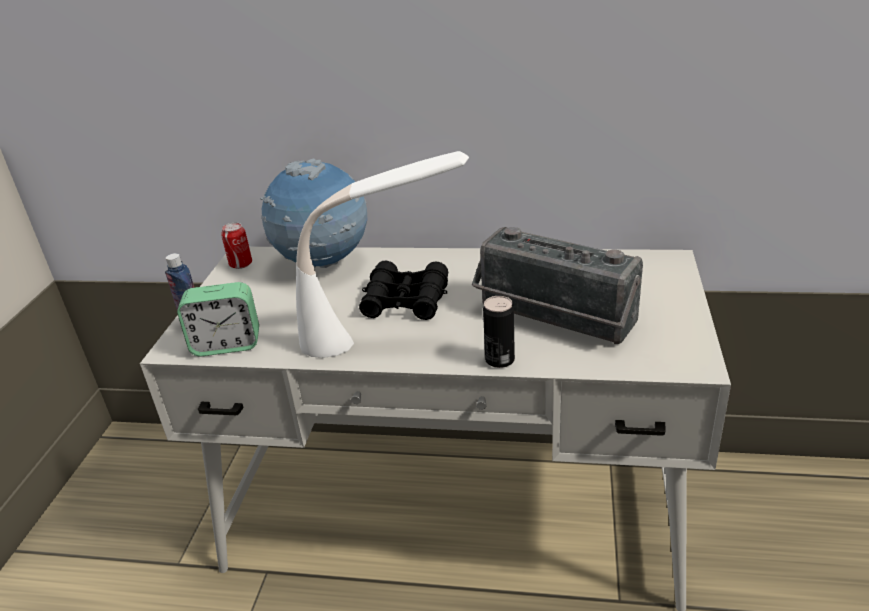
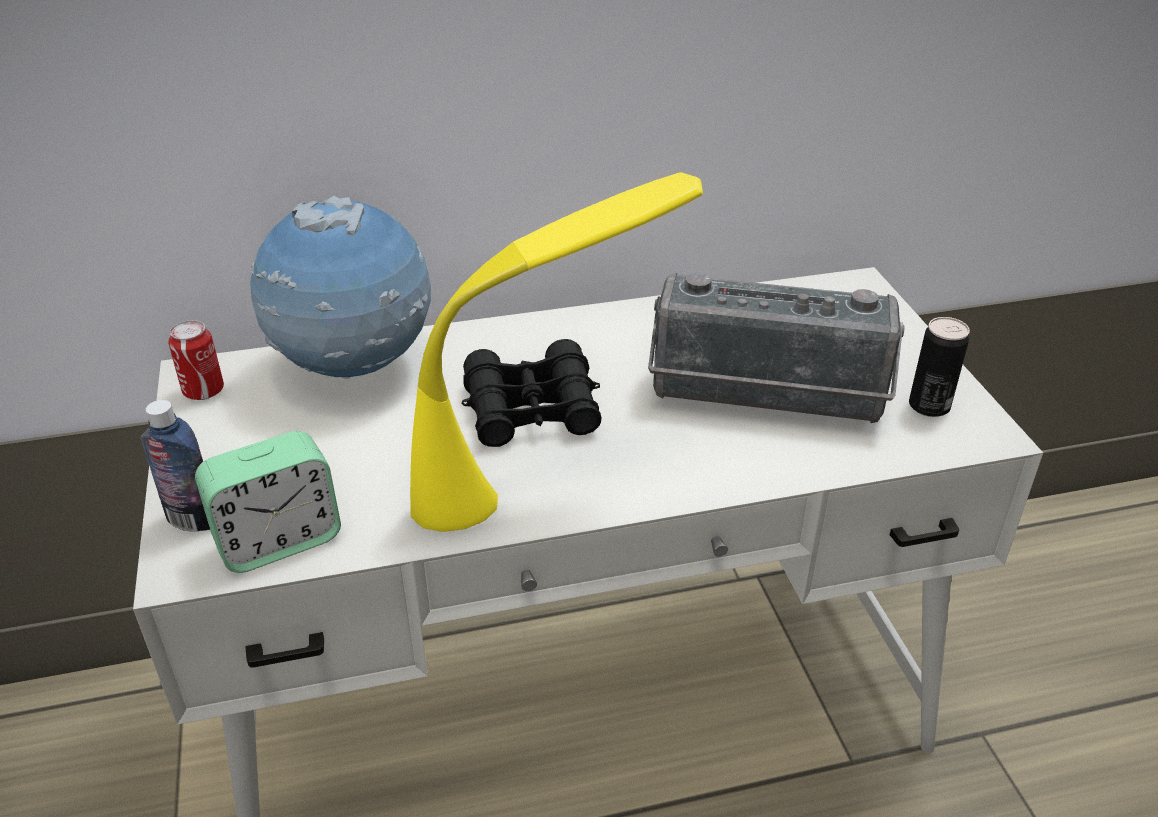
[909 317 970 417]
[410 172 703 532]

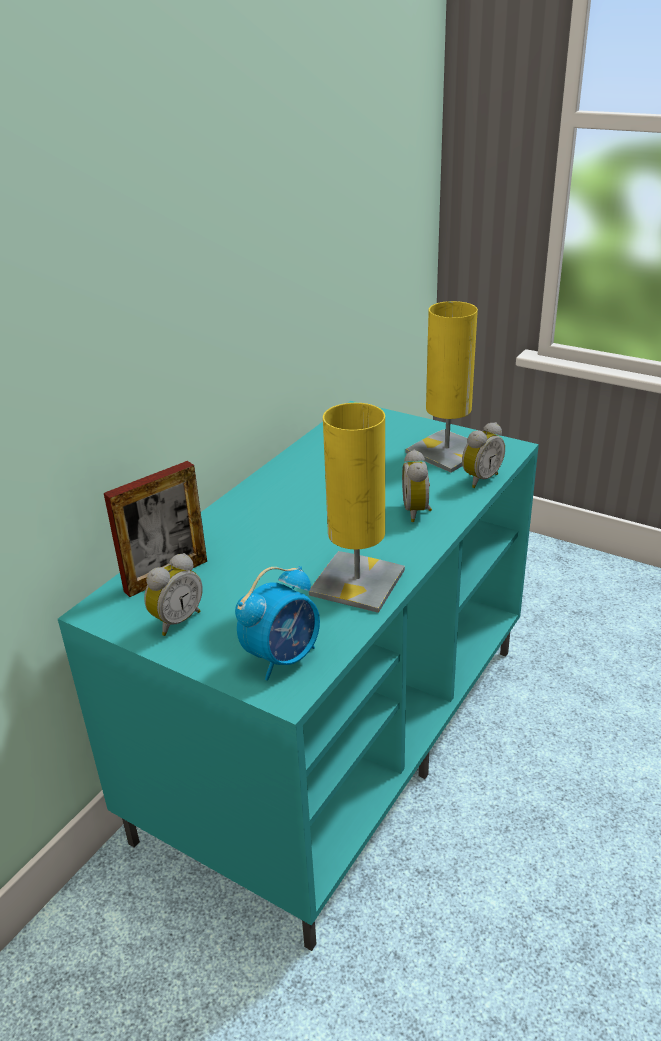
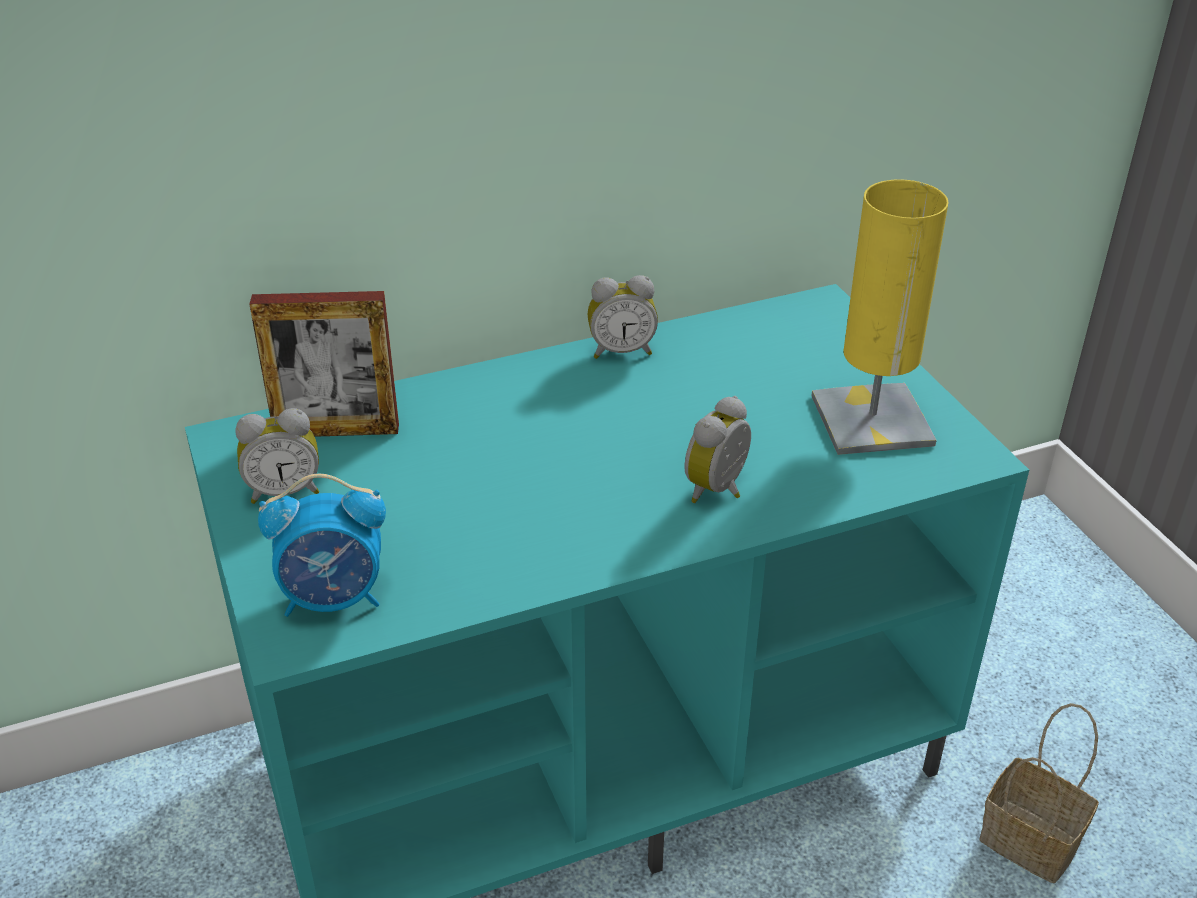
[309 403 405 613] (first image)
[979 703 1099 883]
[588 275 658 359]

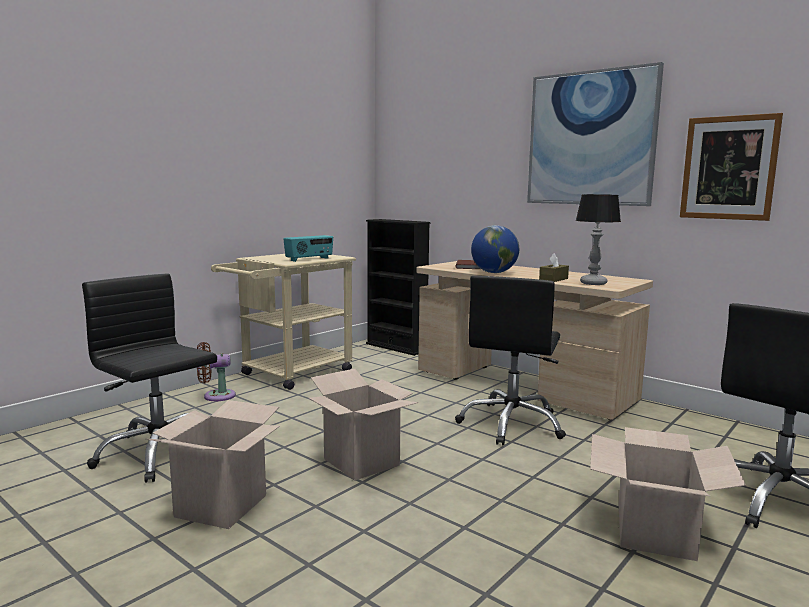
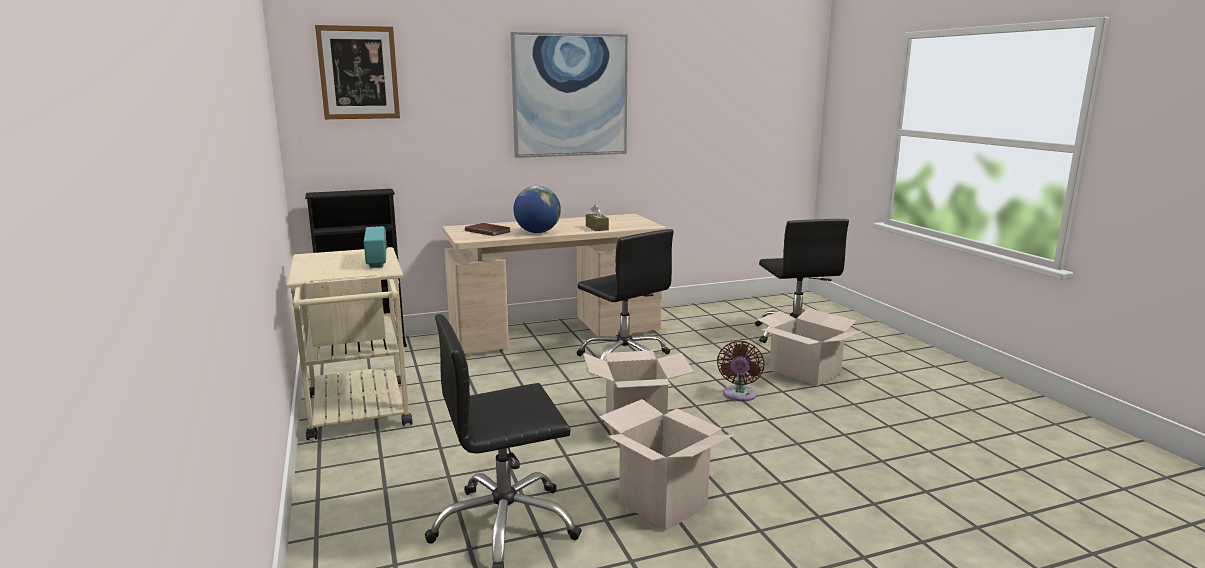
[576 194 621 285] (first image)
[717 341 764 401]
[315 25 400 119]

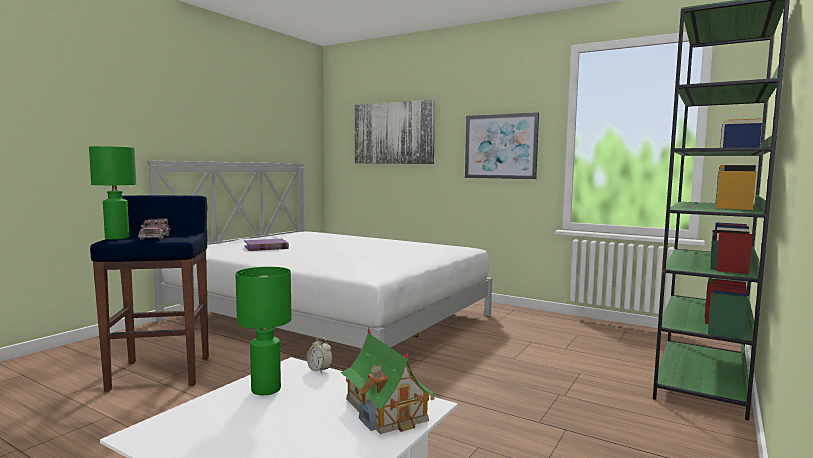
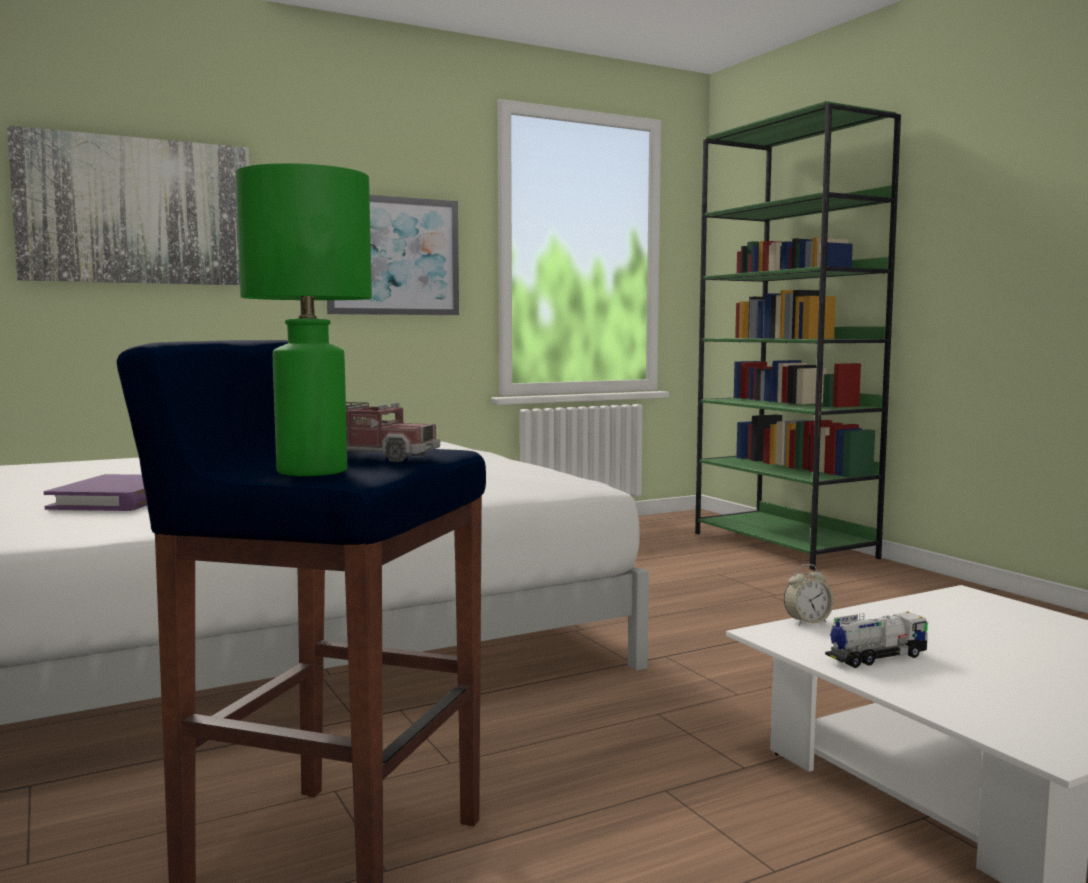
[341 328 436 434] (first image)
[825 611 928 668]

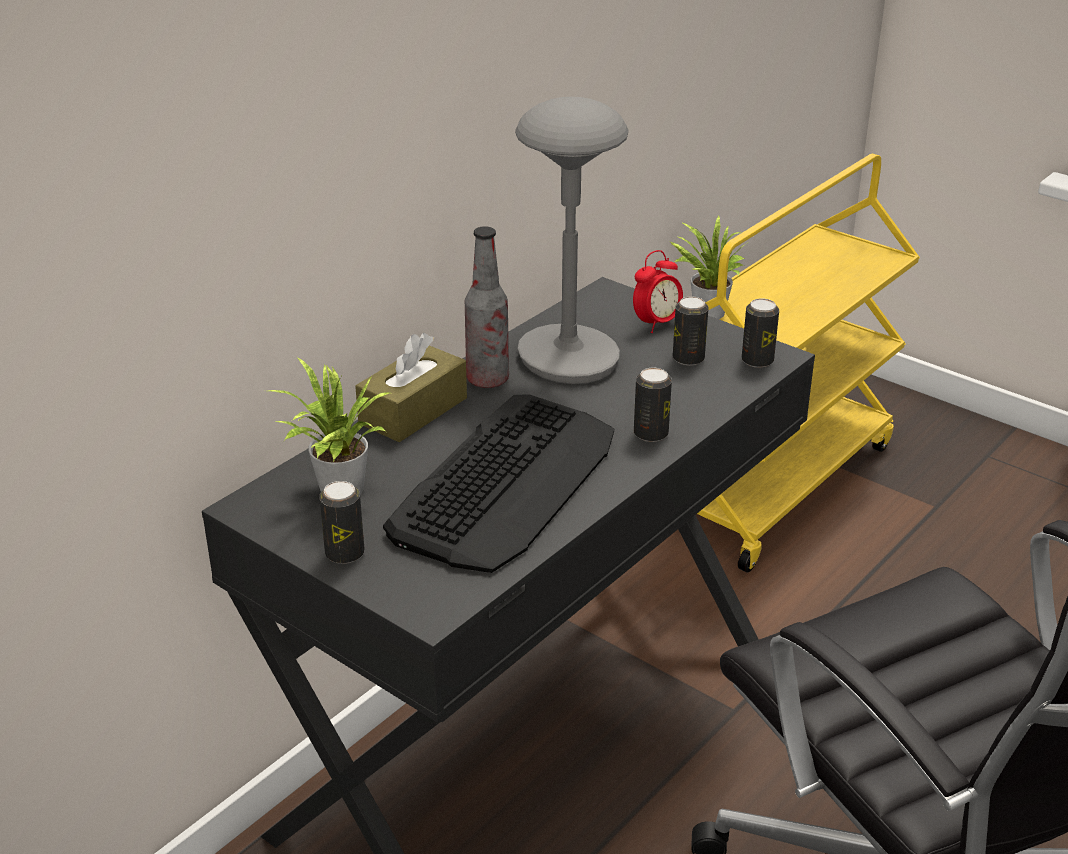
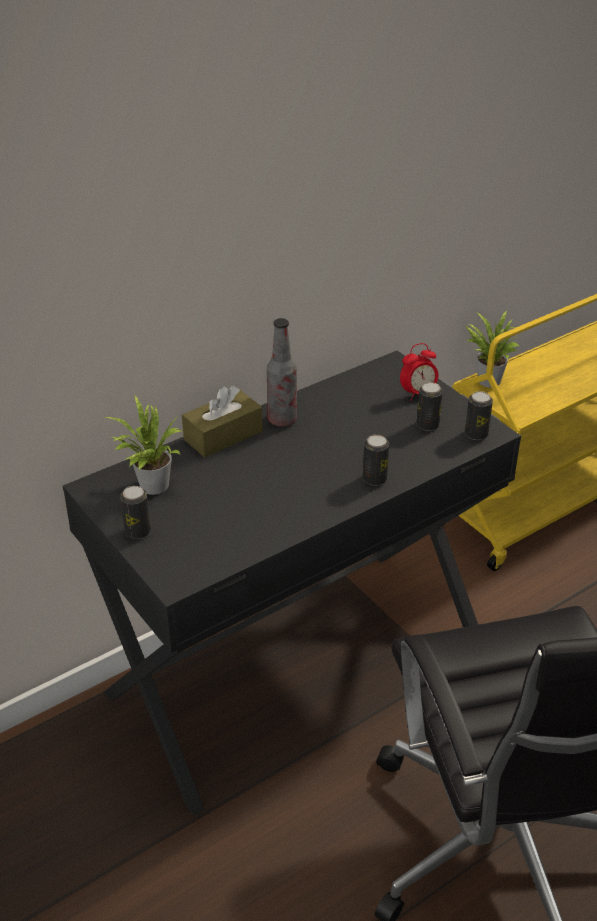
[383 394 614 573] (first image)
[515 97 629 384] (first image)

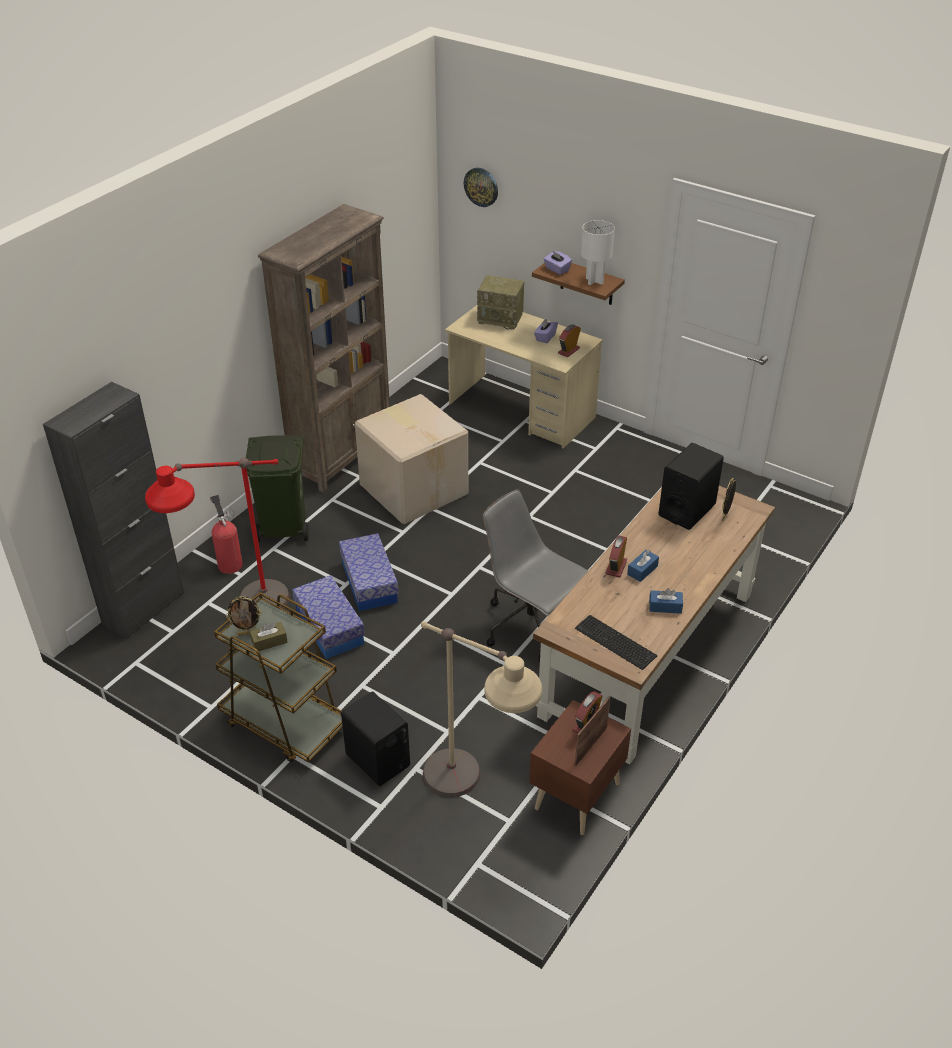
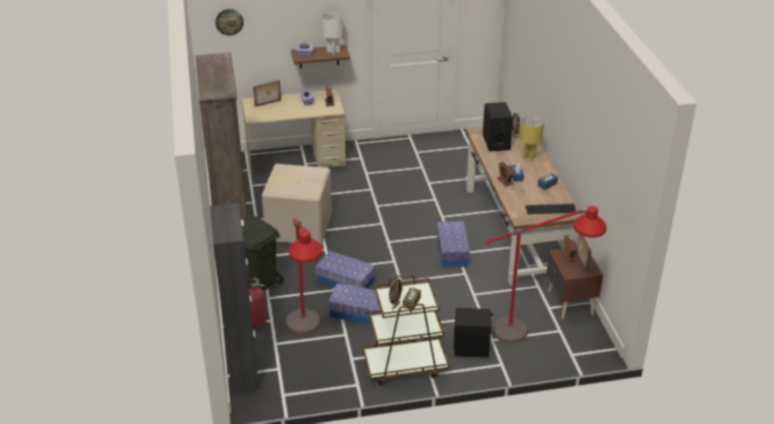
[520 115 544 160]
[253 80 281 107]
[437 221 470 267]
[486 206 607 343]

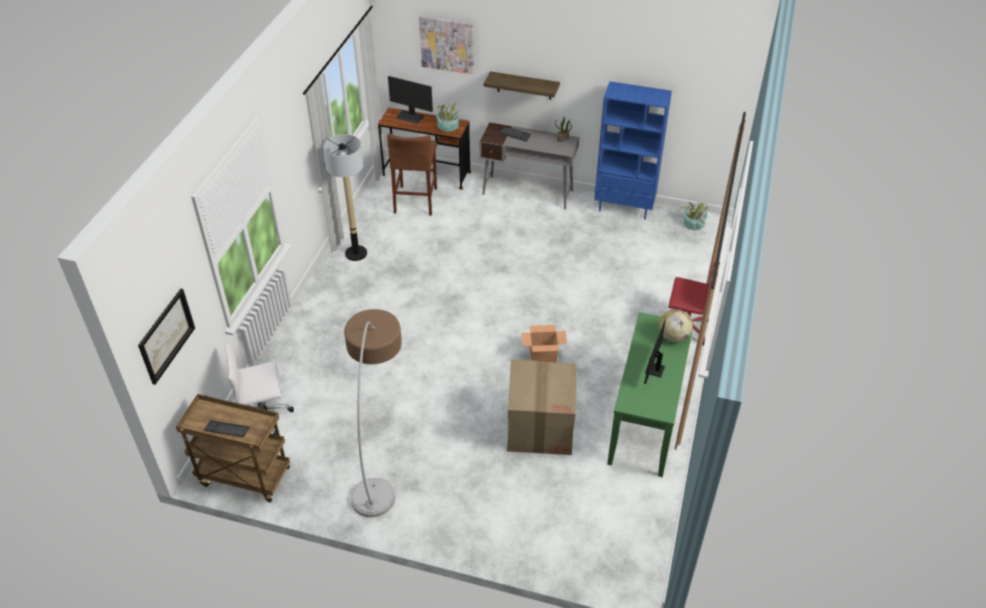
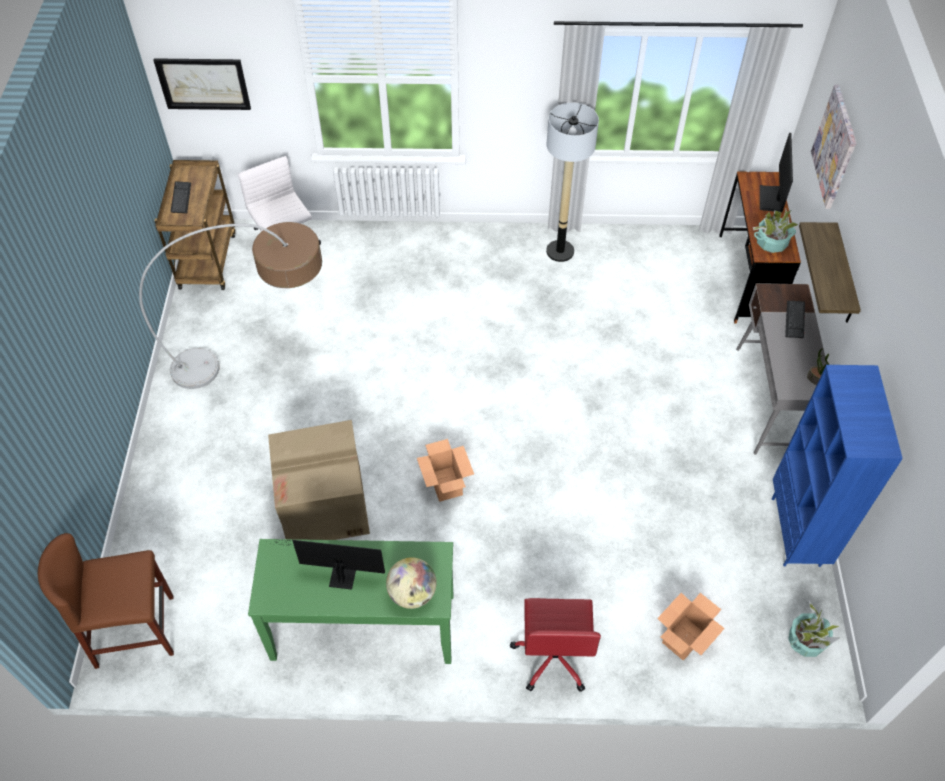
[657 593 725 661]
[38 533 174 669]

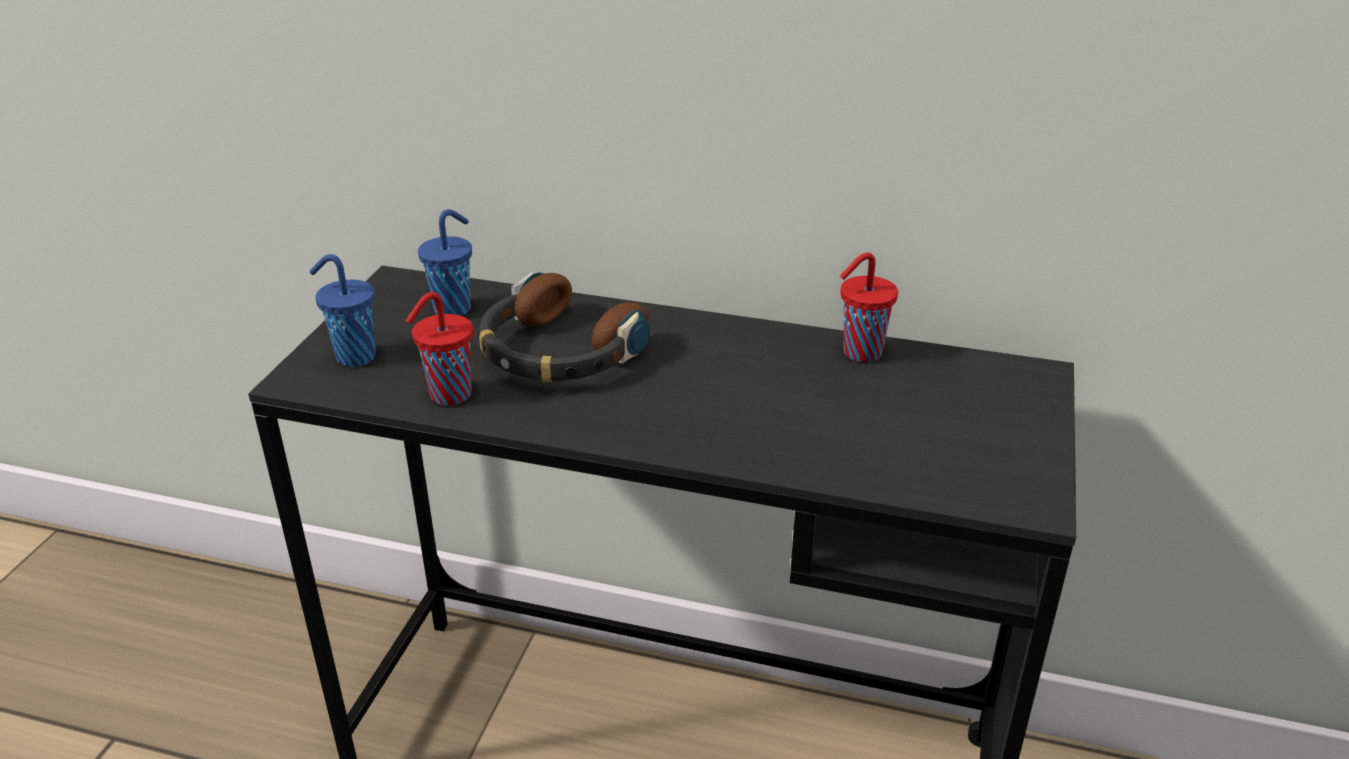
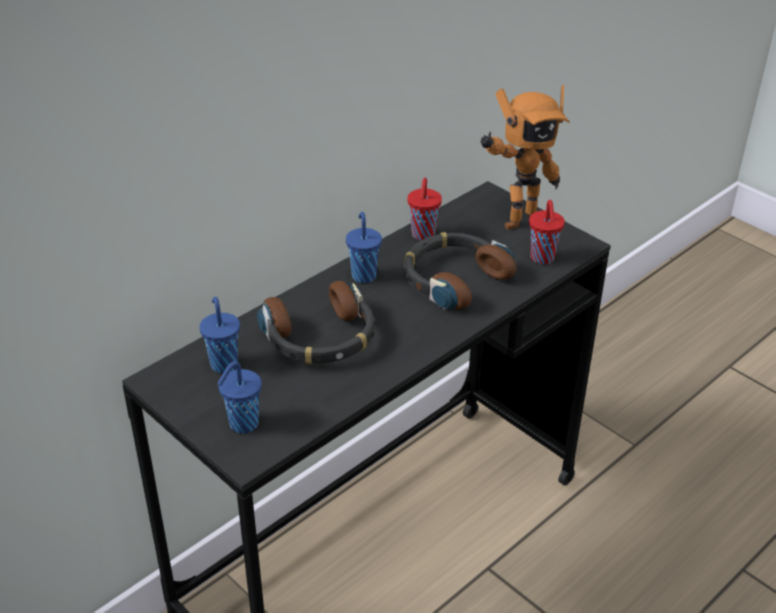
[346 212 382 283]
[404 232 517 310]
[480 85 570 230]
[529 200 565 265]

